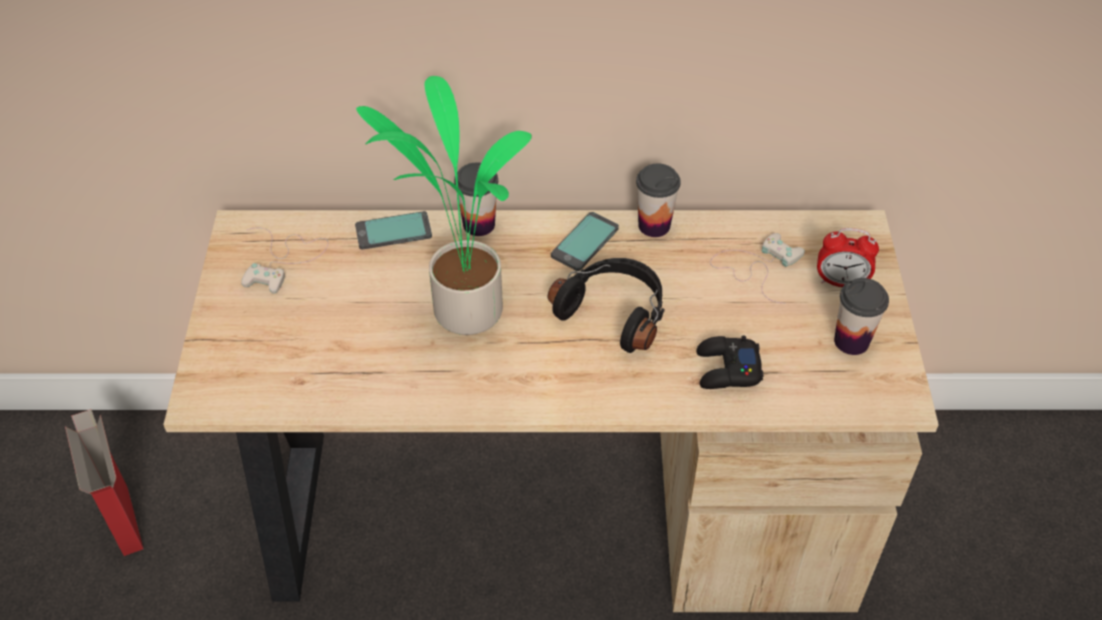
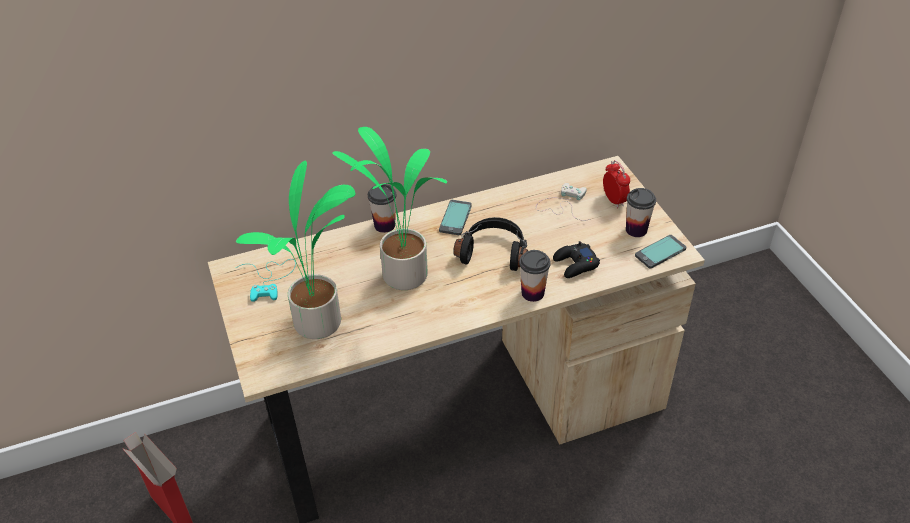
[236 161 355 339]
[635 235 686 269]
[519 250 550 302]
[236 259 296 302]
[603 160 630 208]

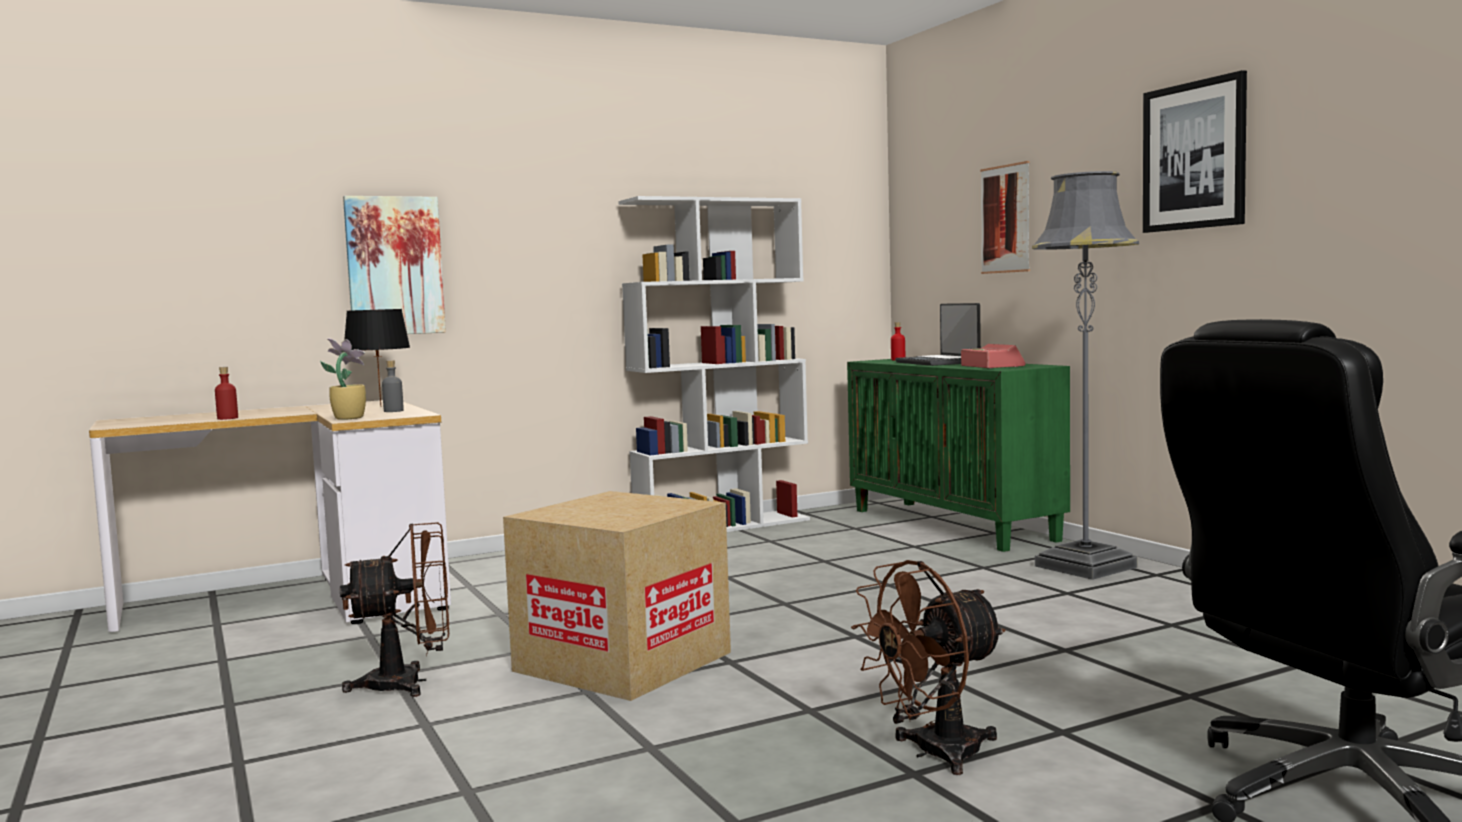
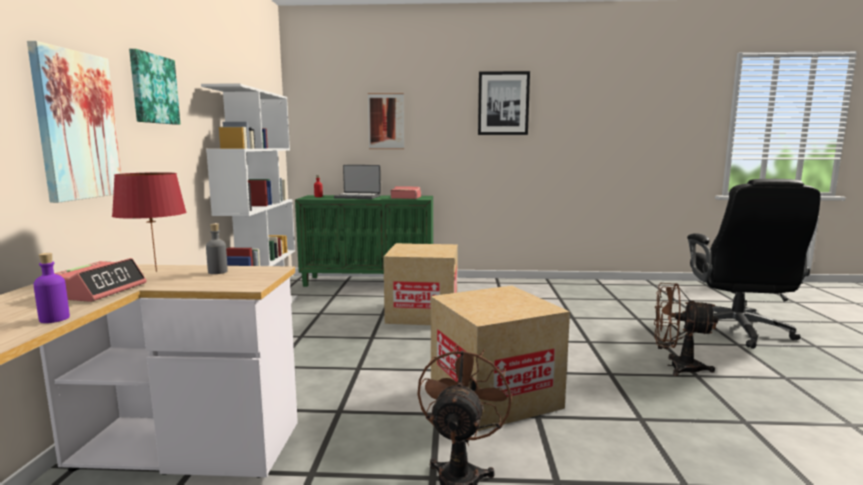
[320 338 366 420] (first image)
[1032 171 1139 580] (first image)
[54 258 147 302]
[129 49 180 125]
[383 243 458 325]
[33 253 70 323]
[112 172 186 272]
[654 283 718 376]

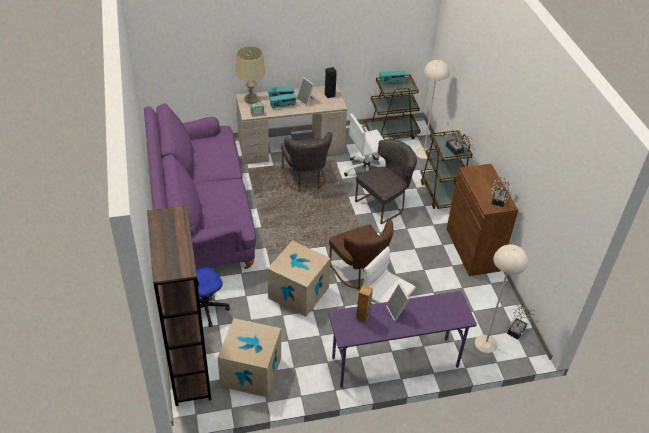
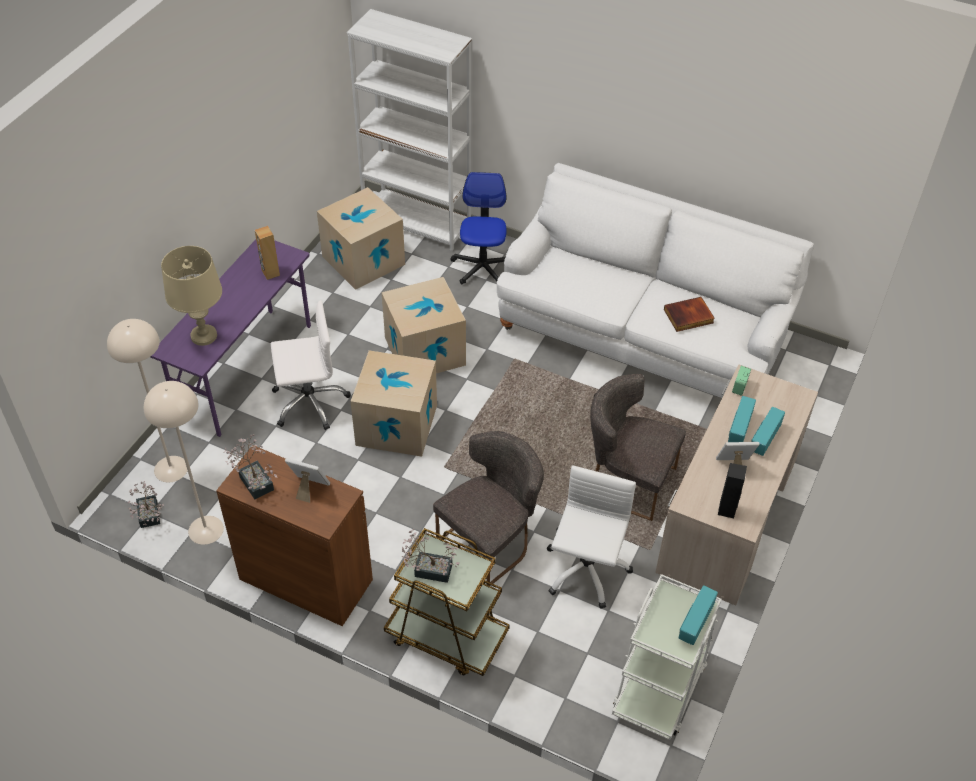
[664 297 715 332]
[161 246 222 346]
[285 458 330 503]
[144 381 224 545]
[351 350 437 457]
[497 163 814 398]
[347 9 472 251]
[612 574 721 740]
[433 431 544 586]

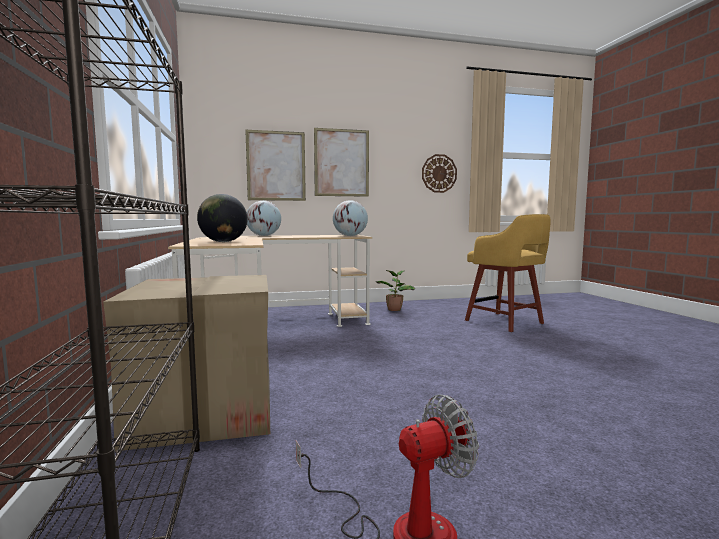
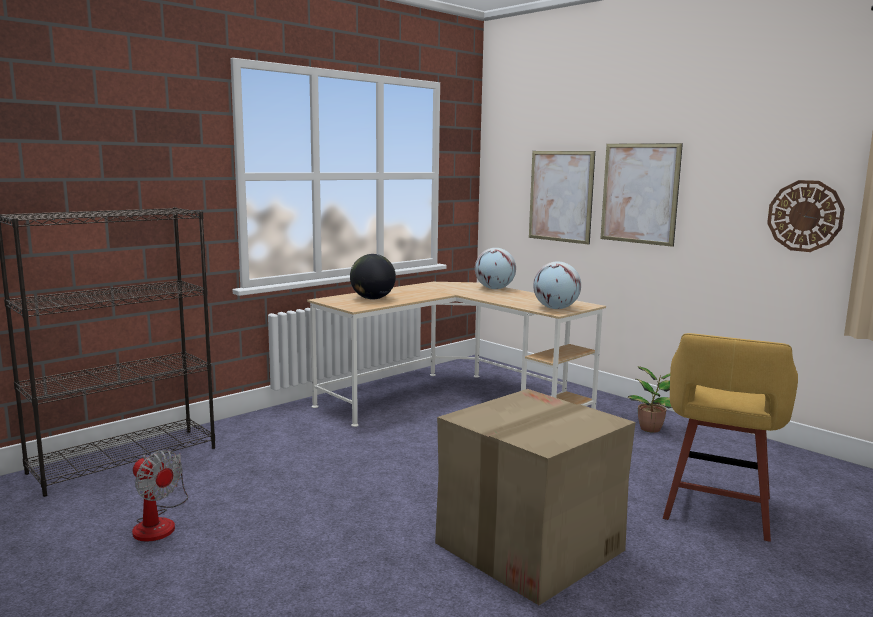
[435 389 635 605]

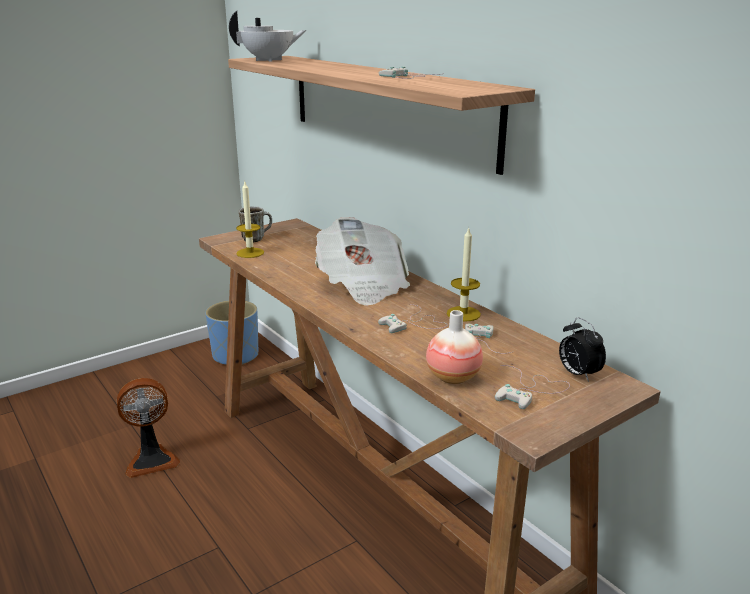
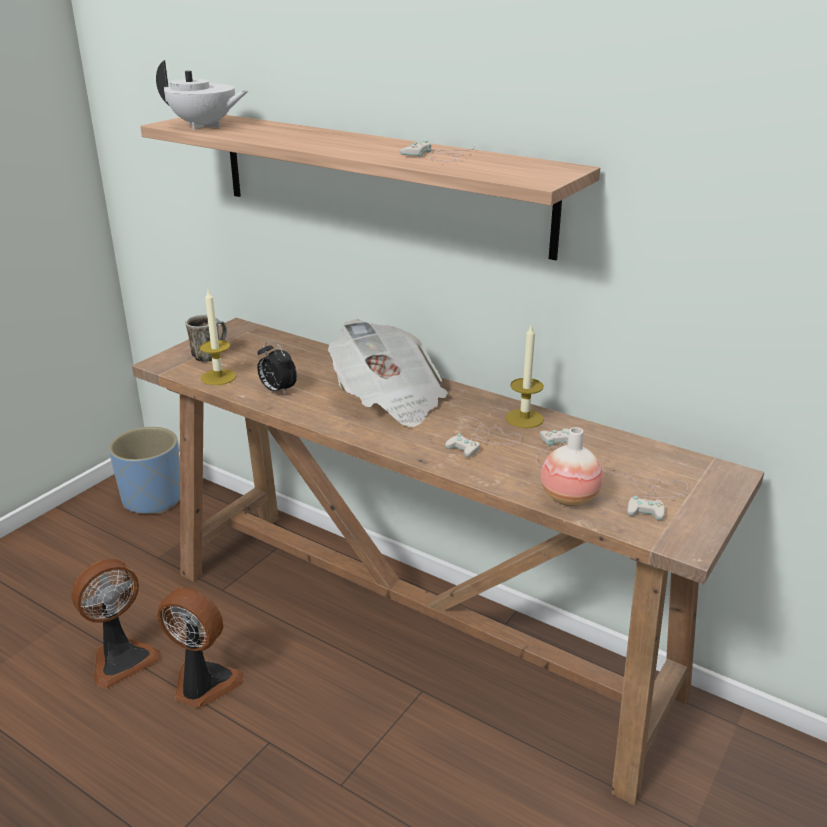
[157 587 244 708]
[257 340 297 395]
[156 60 248 130]

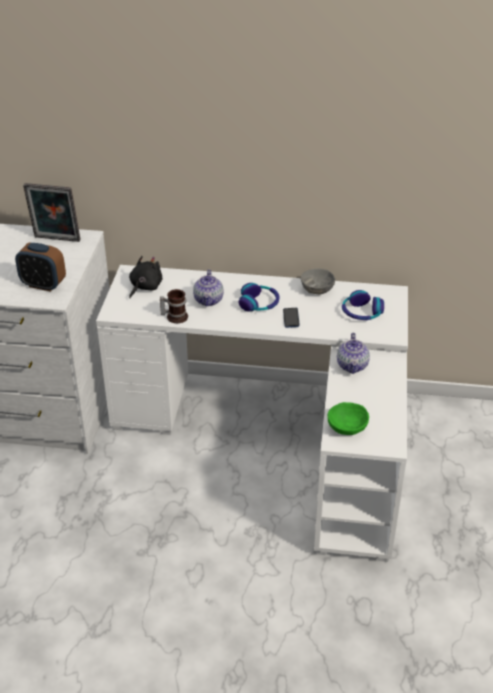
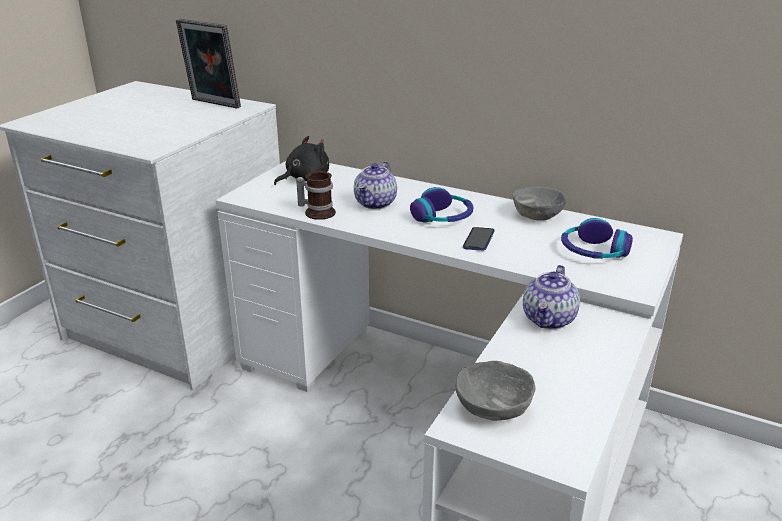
[15 243 66 292] (first image)
[456 361 535 421]

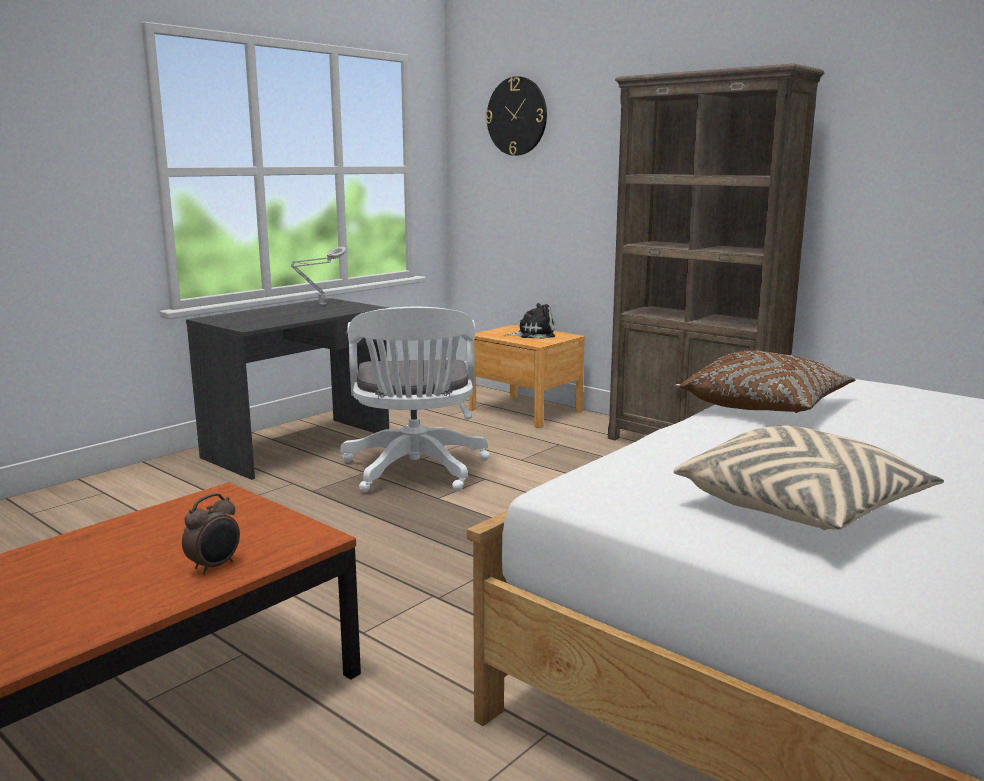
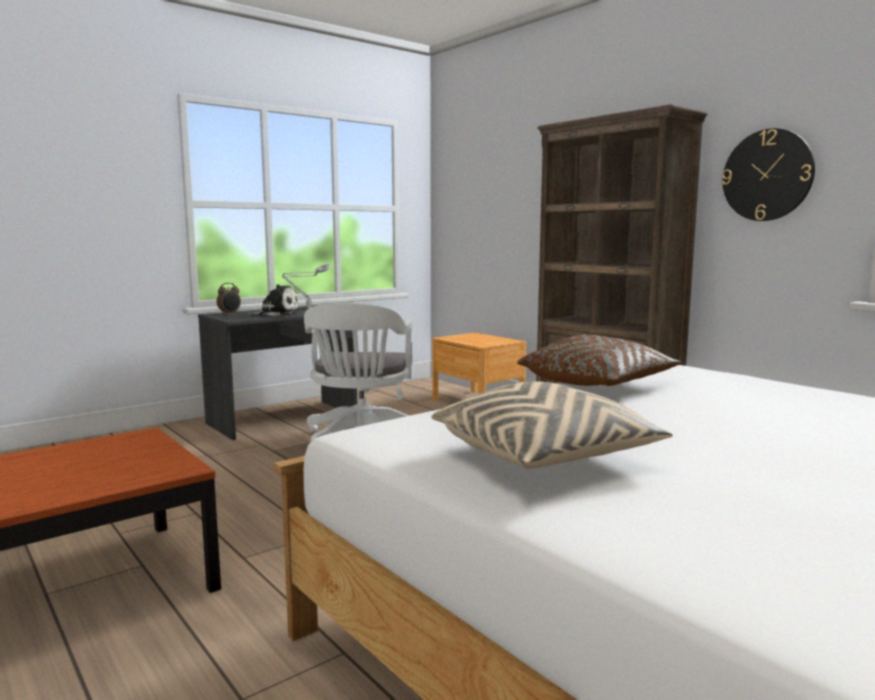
[217 283 241 315]
[722 128 815 221]
[248 284 299 316]

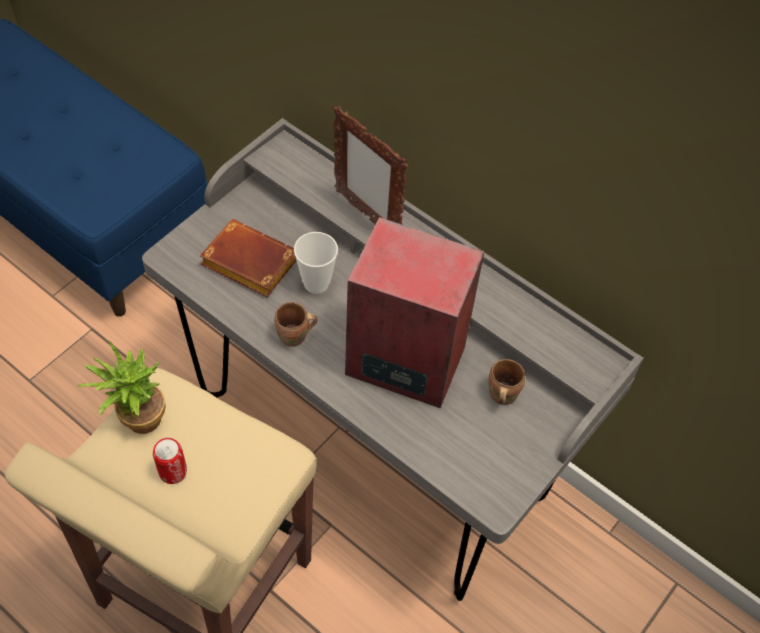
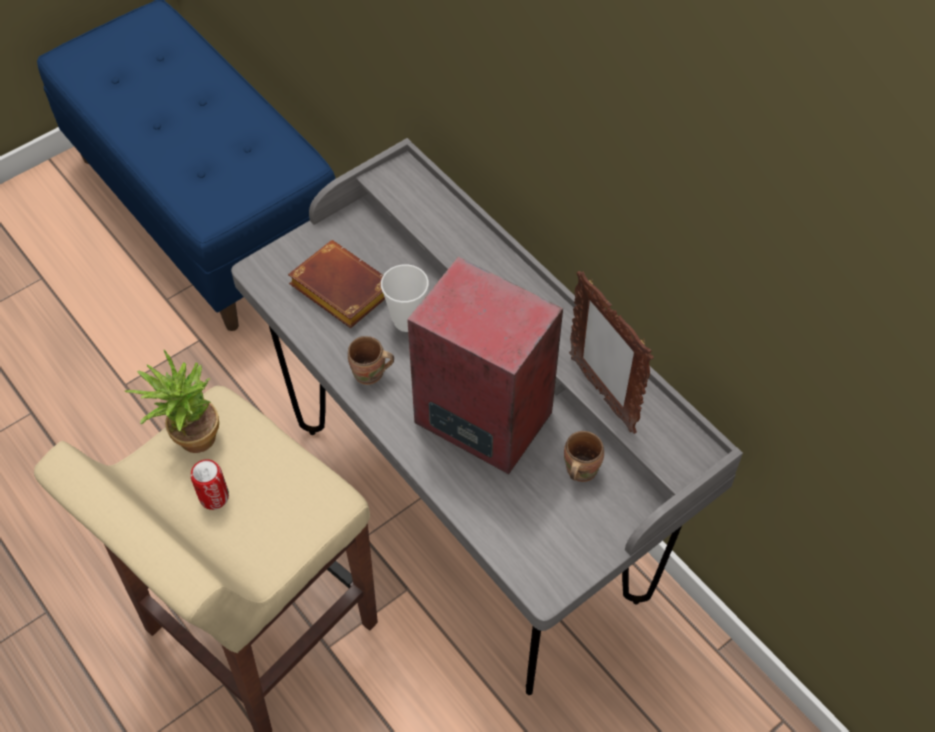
[569 271 654 434]

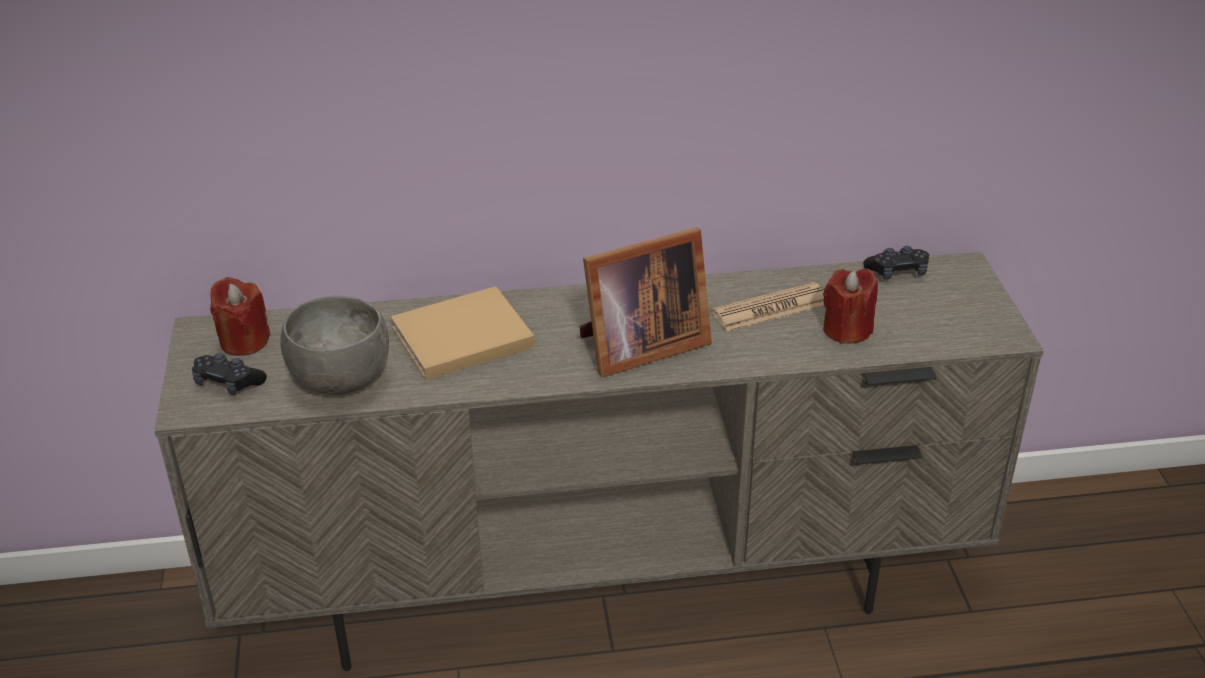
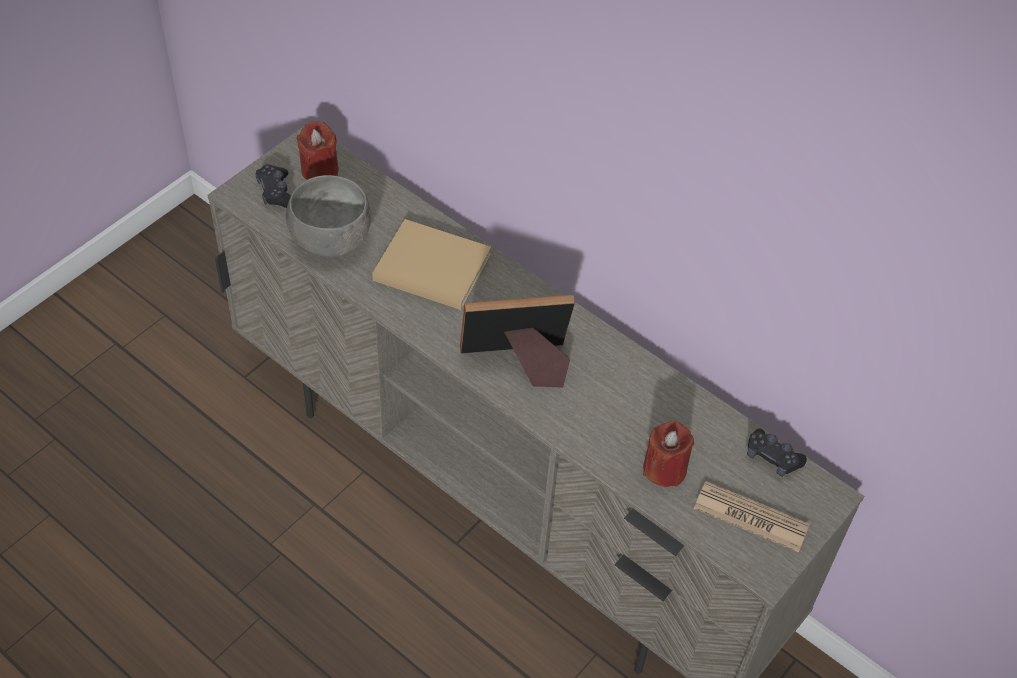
[694 481 810 552]
[460 295 575 388]

